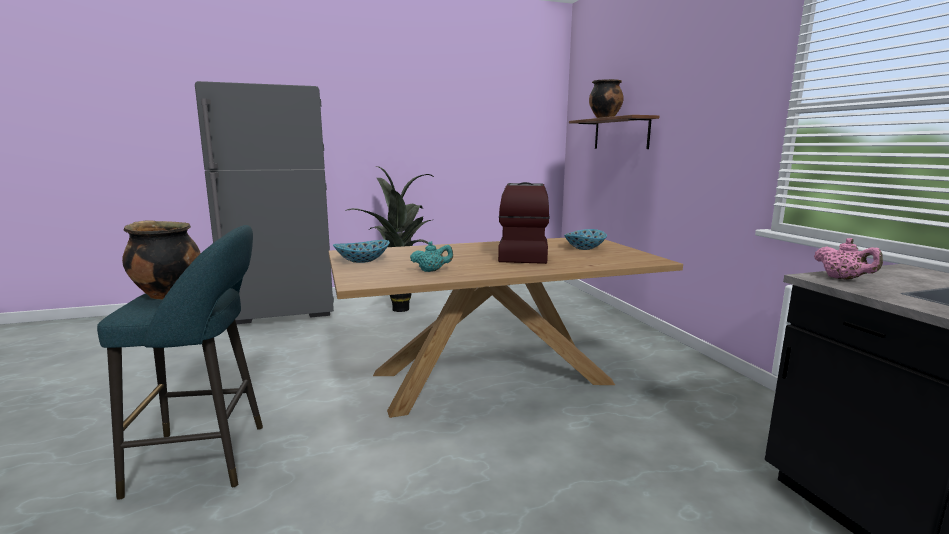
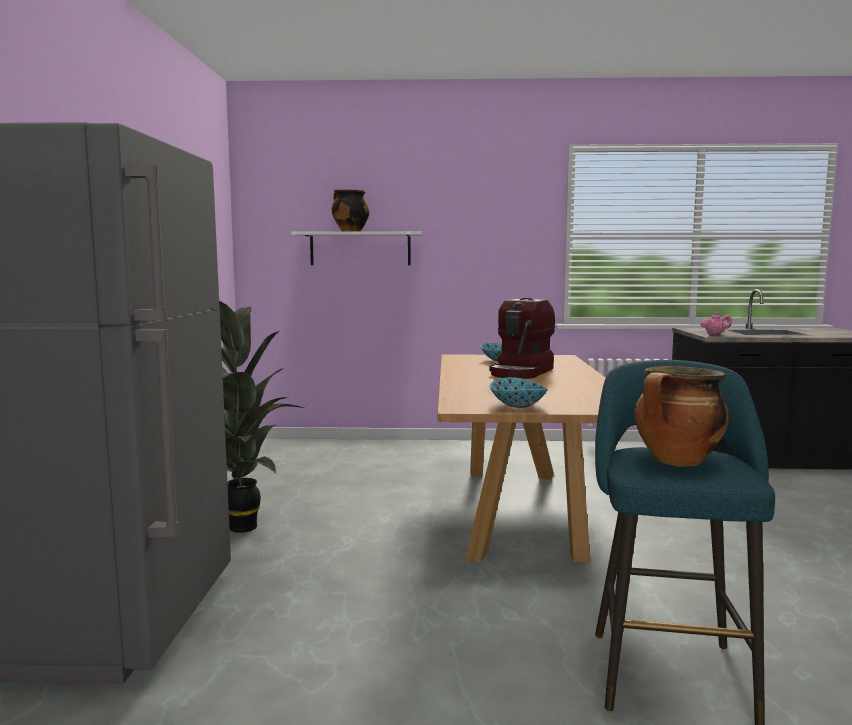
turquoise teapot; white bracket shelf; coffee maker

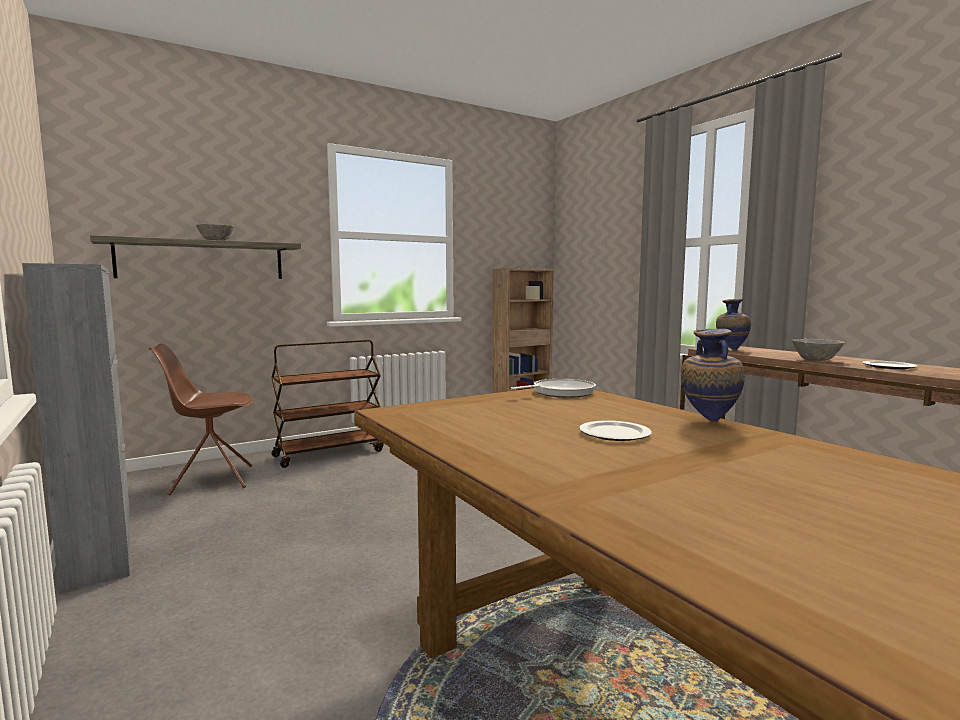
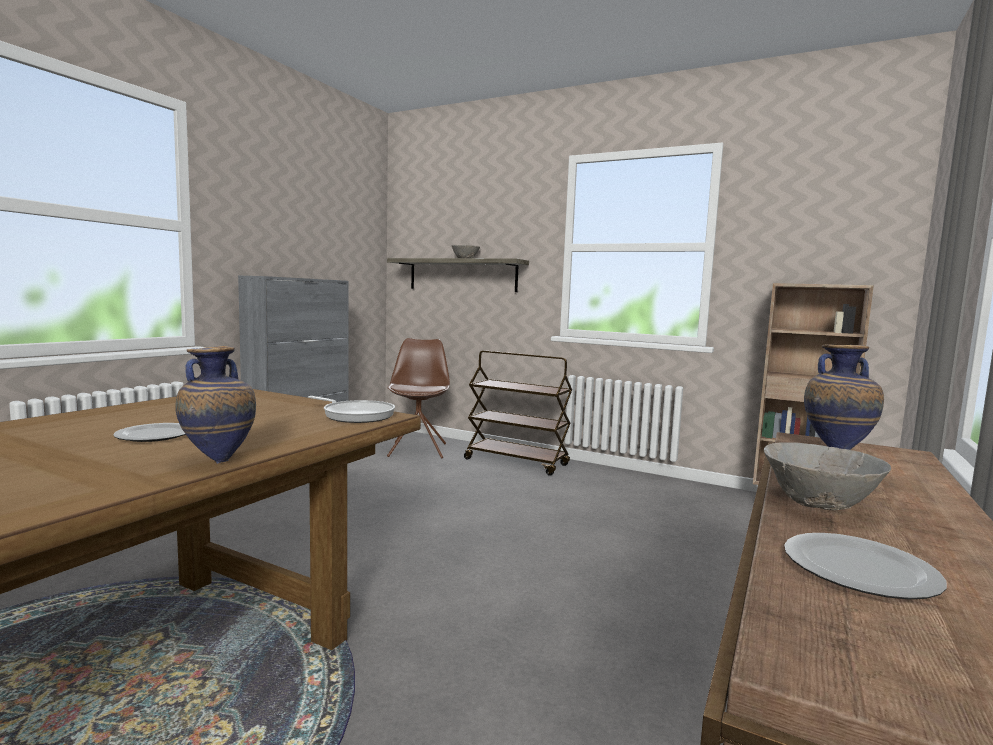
brown-coloured chair

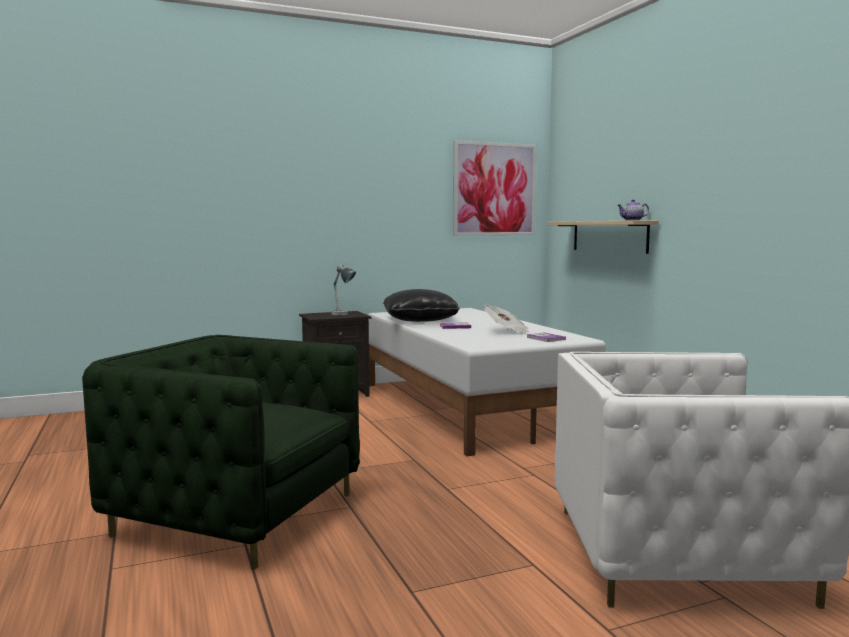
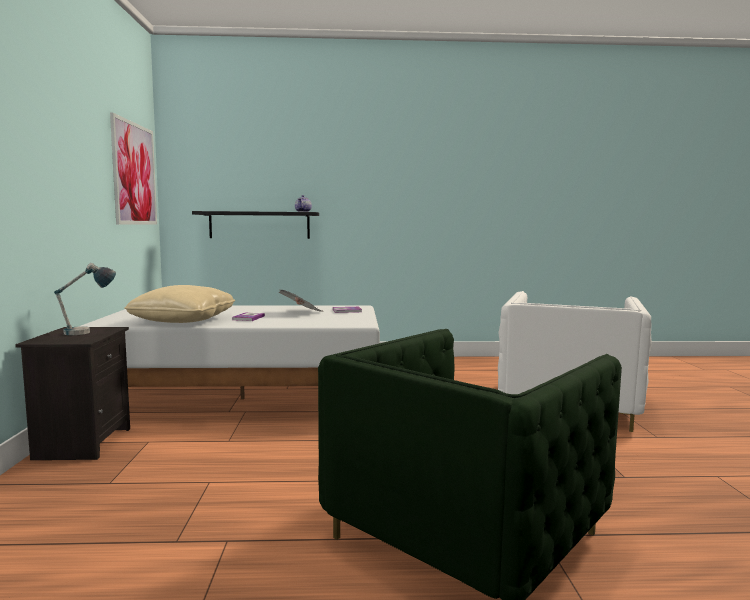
sand-coloured pillow; blackish bracket shelf

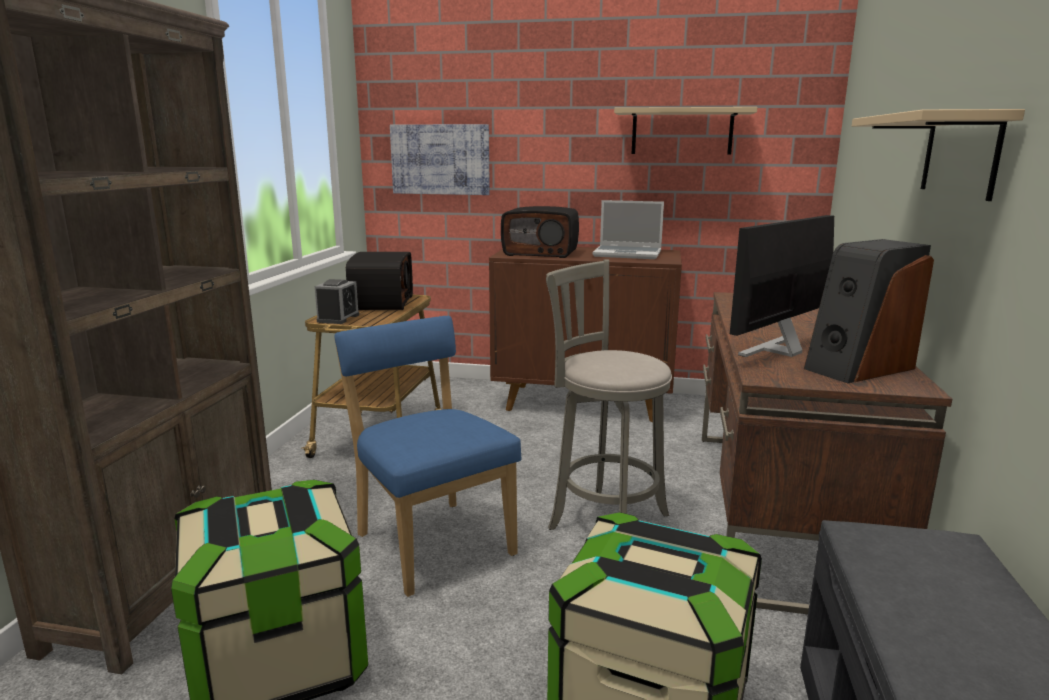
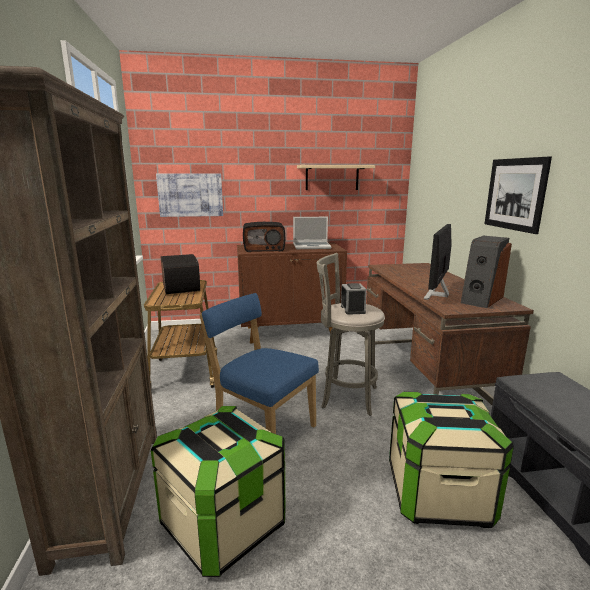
table clock; wall picture (no. 2 from left)

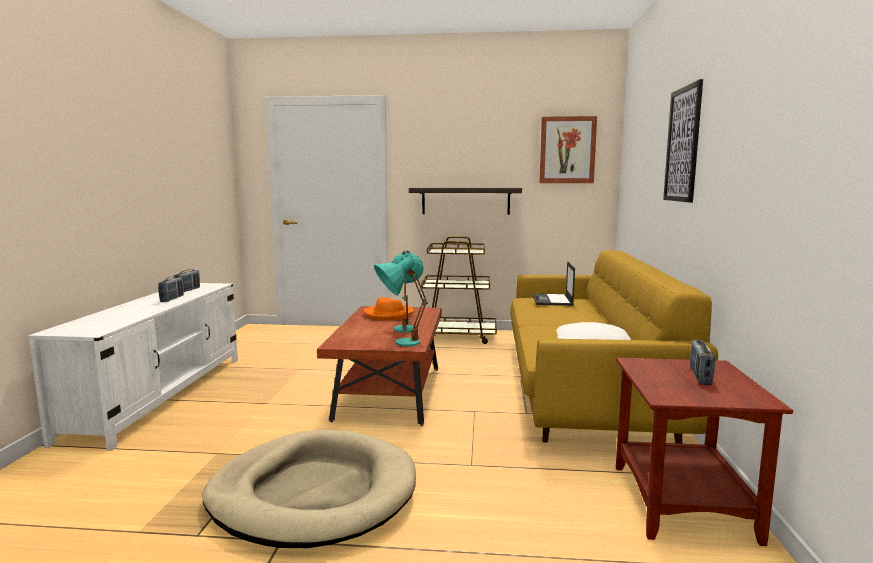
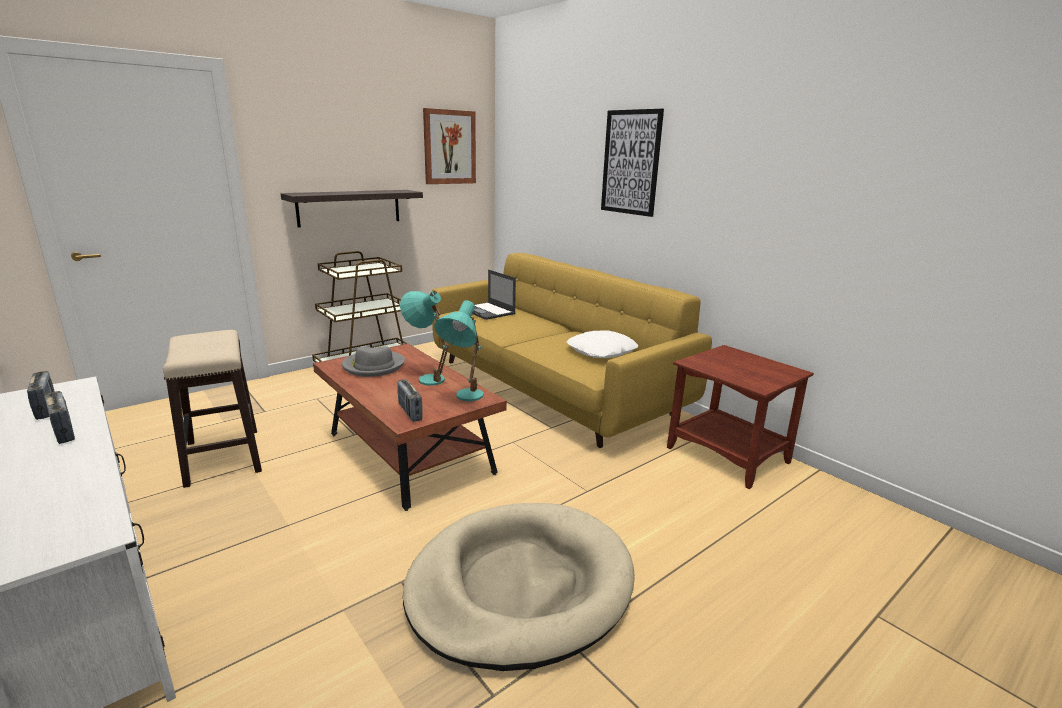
sitting stool; radio set (no. 3 from left); grey hat

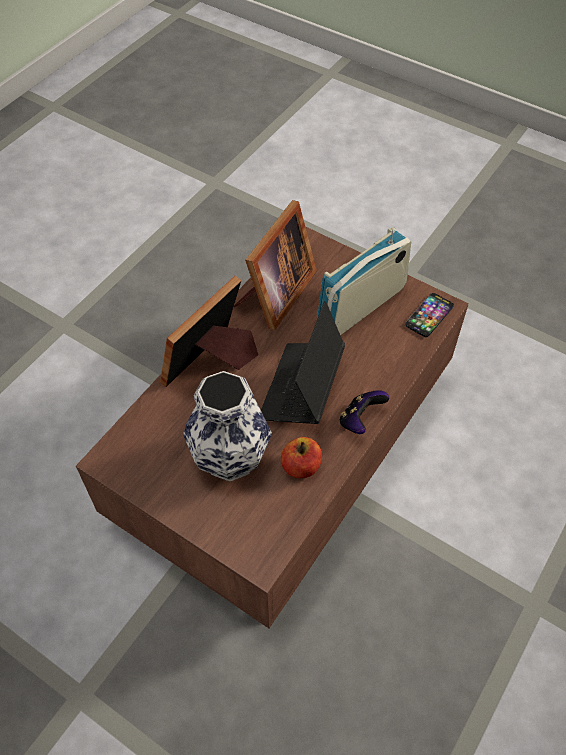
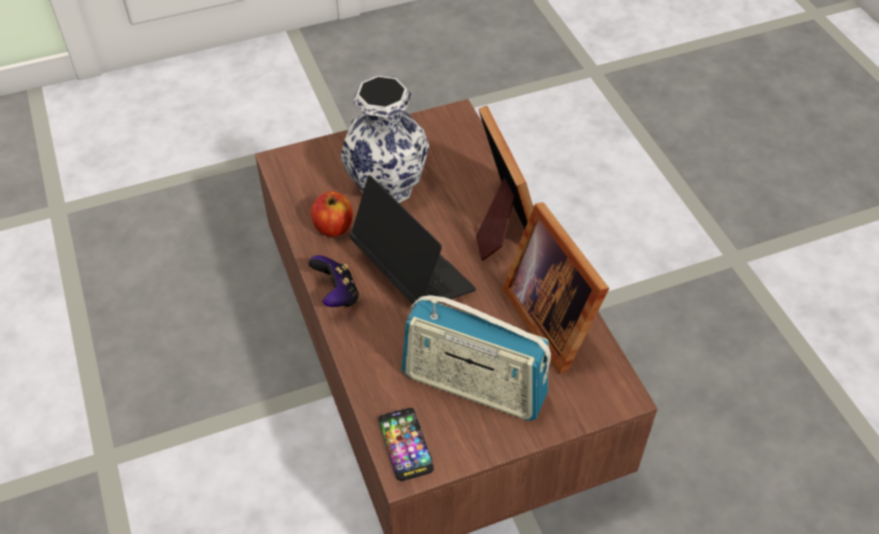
radio set

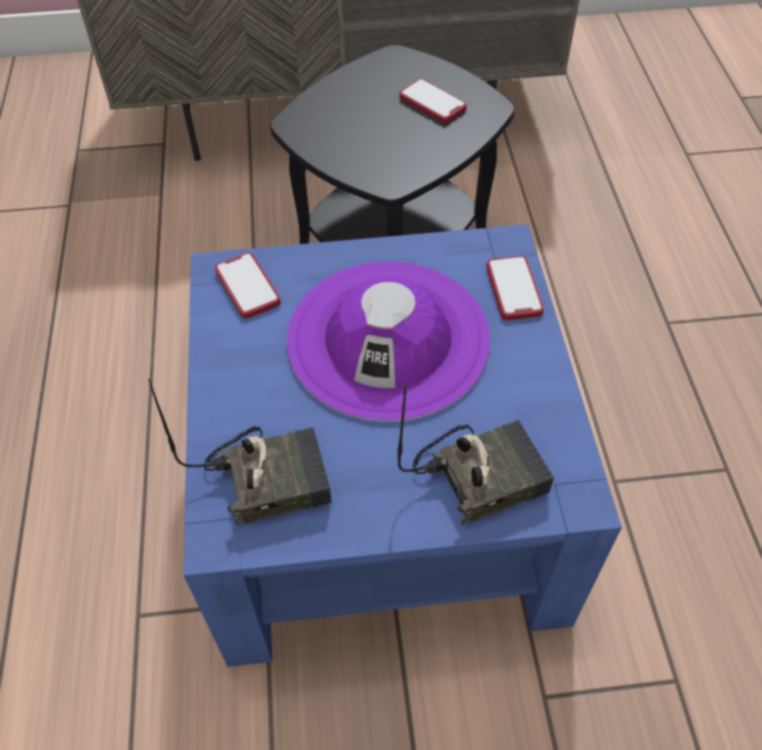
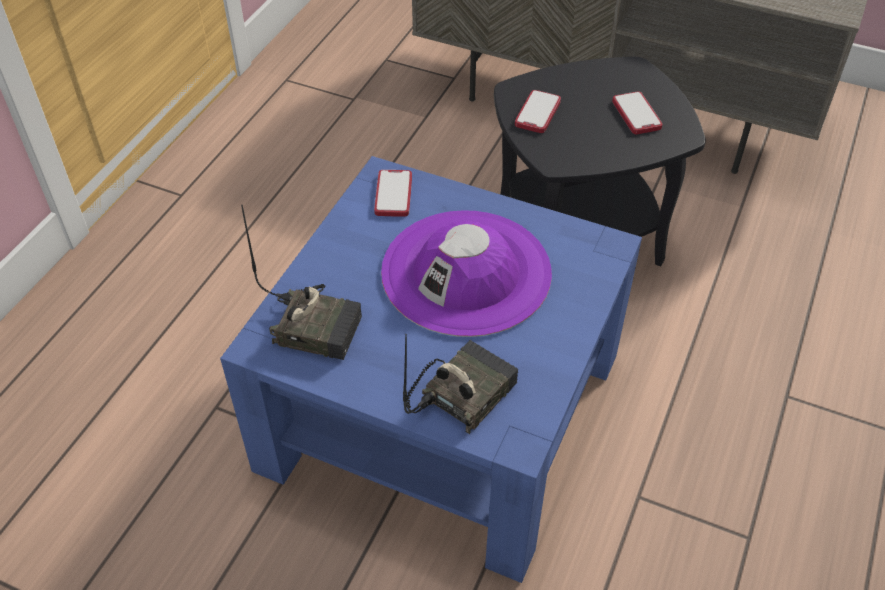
telephone (no. 2 from left); radio set (no. 2 from left)

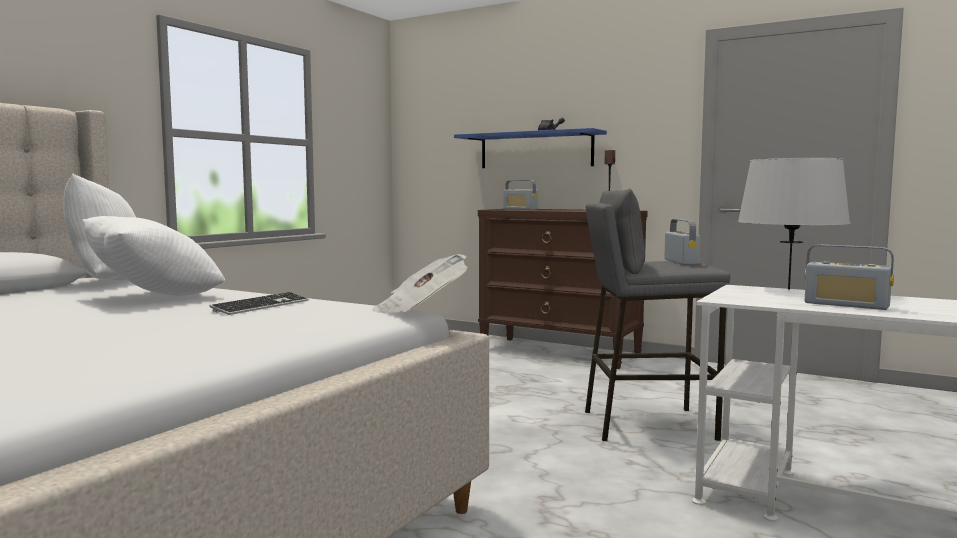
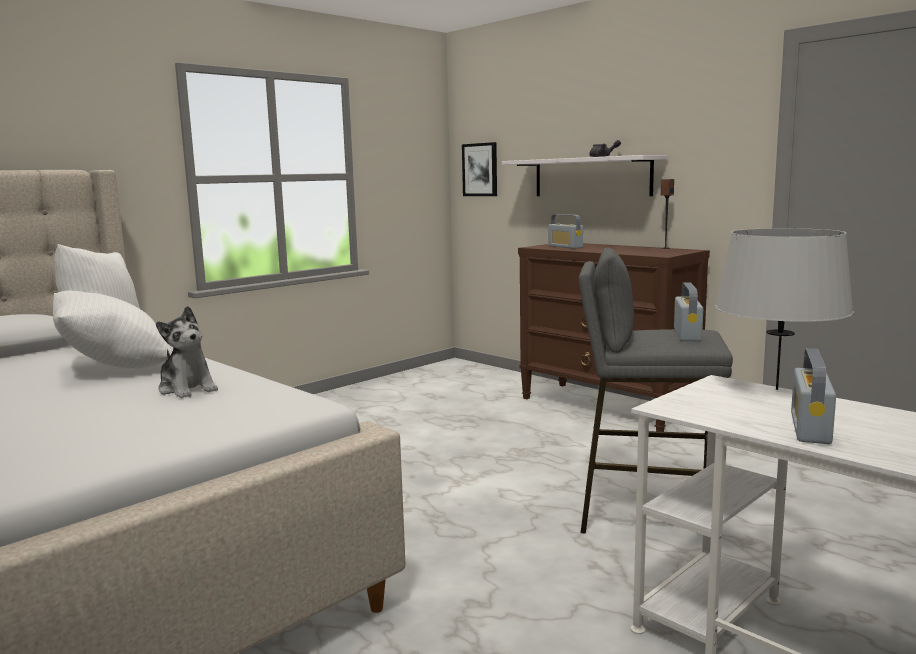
newspaper; wall picture; soft toy; white bracket shelf; radio set (no. 3 from left)

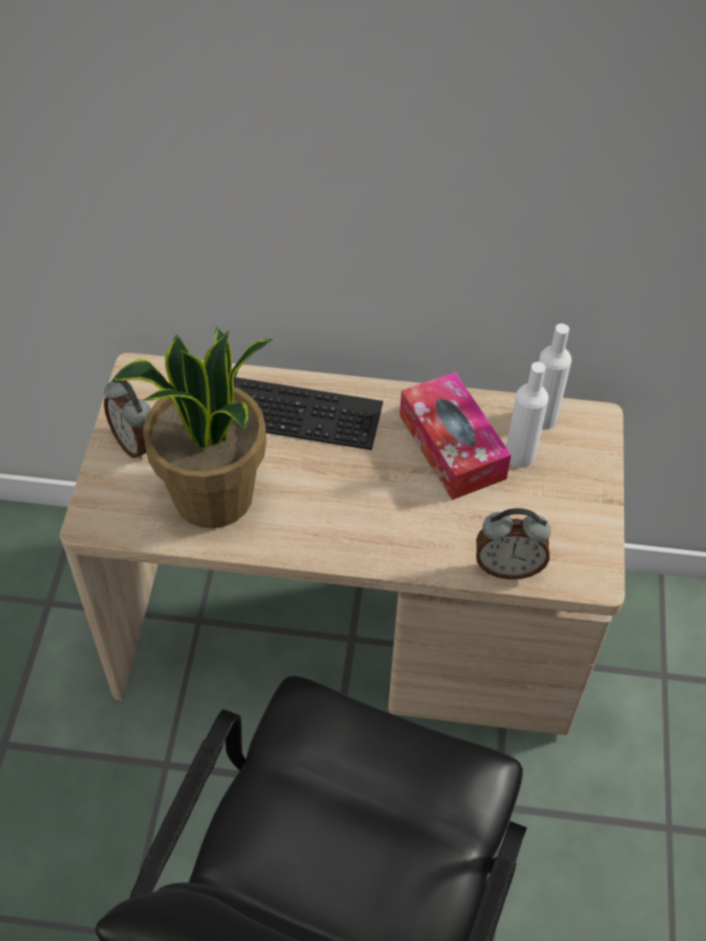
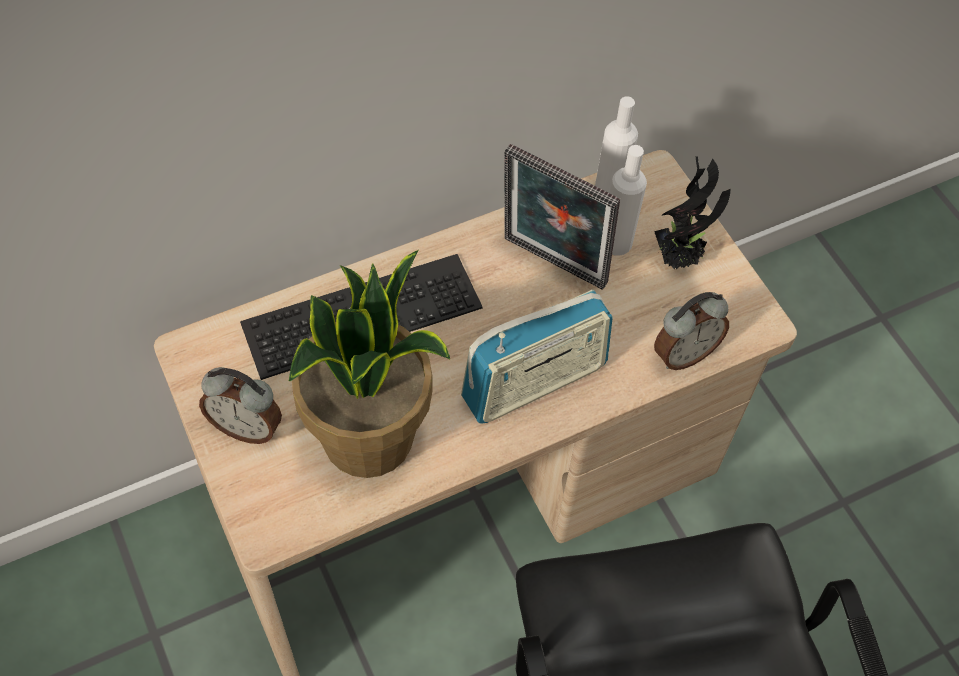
radio set; plant in a pot (no. 2 from left); photo frame

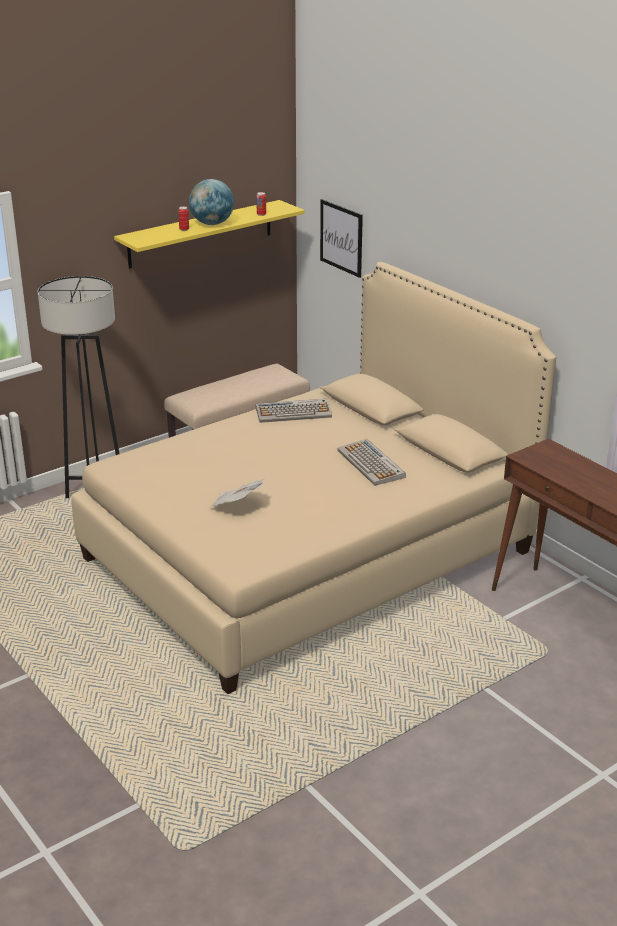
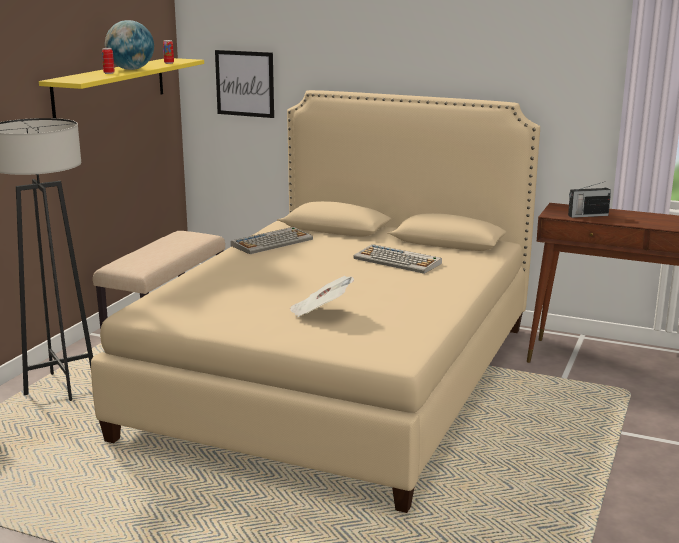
radio set

